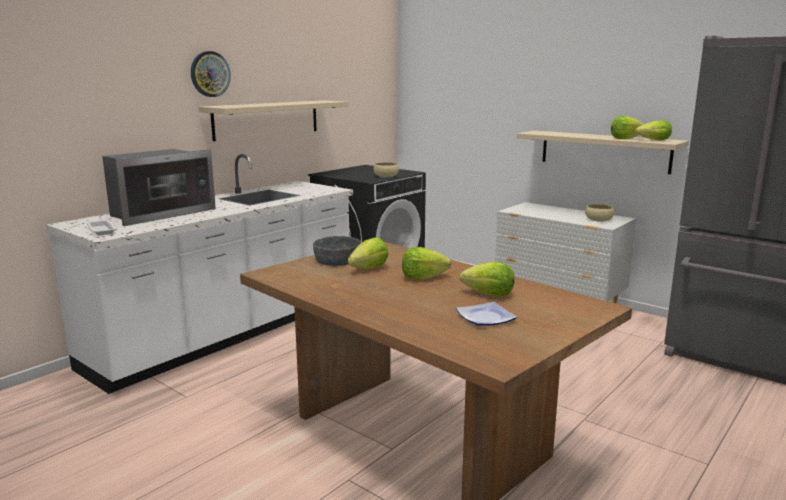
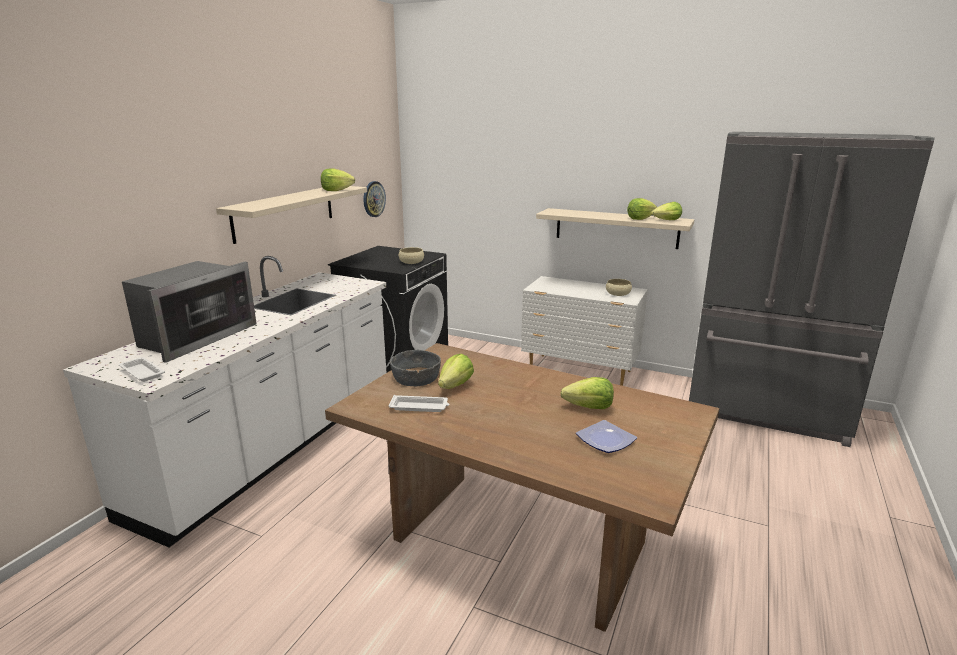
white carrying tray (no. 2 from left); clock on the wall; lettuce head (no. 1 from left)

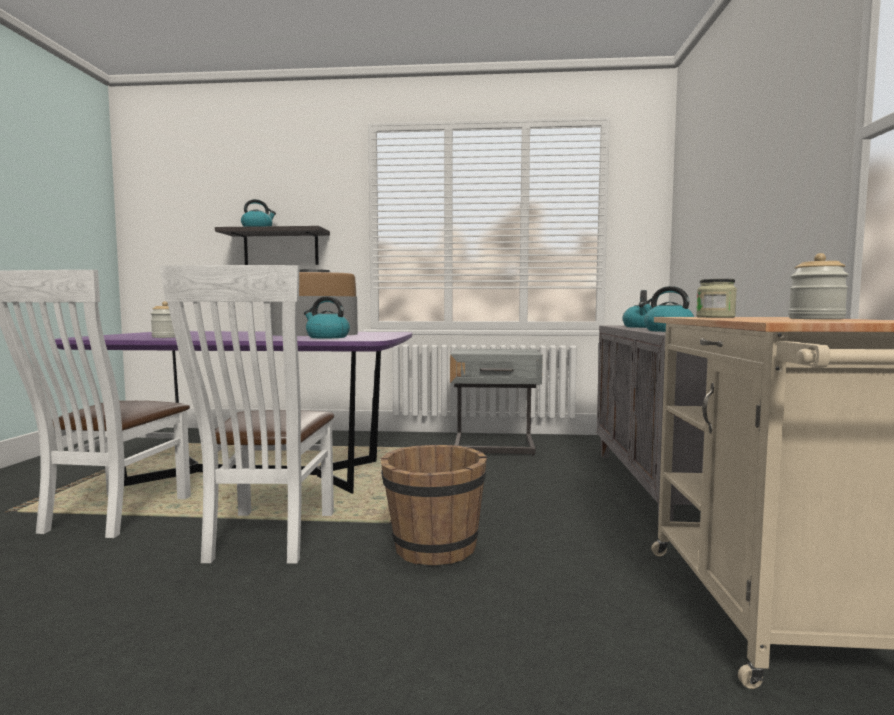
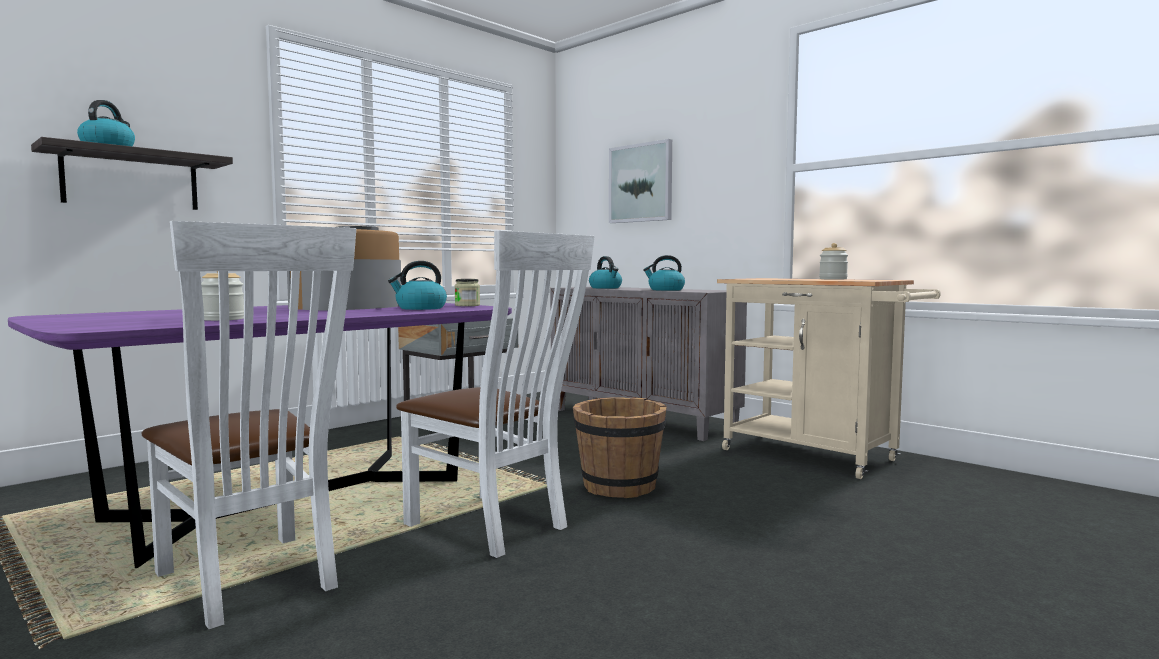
wall picture; storage jar (no. 2 from left)

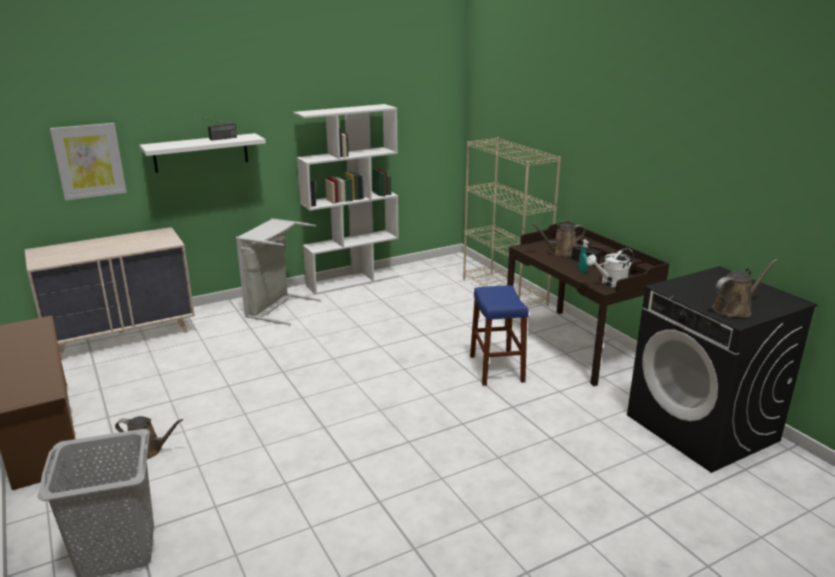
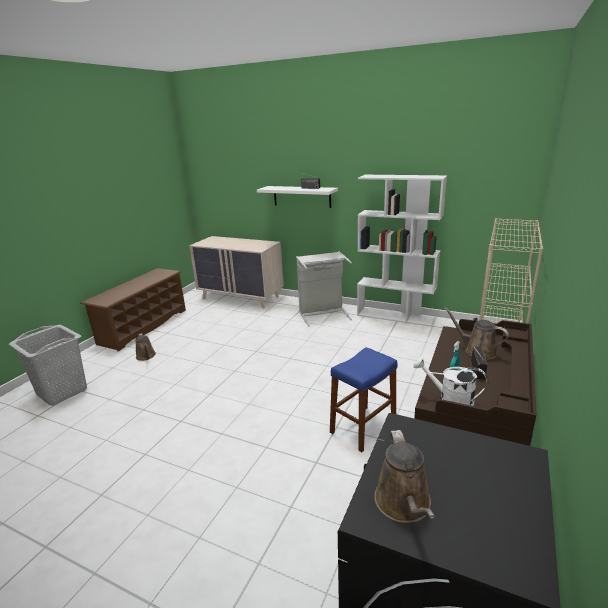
wall picture; brown-coloured watering can (no. 2 from left)

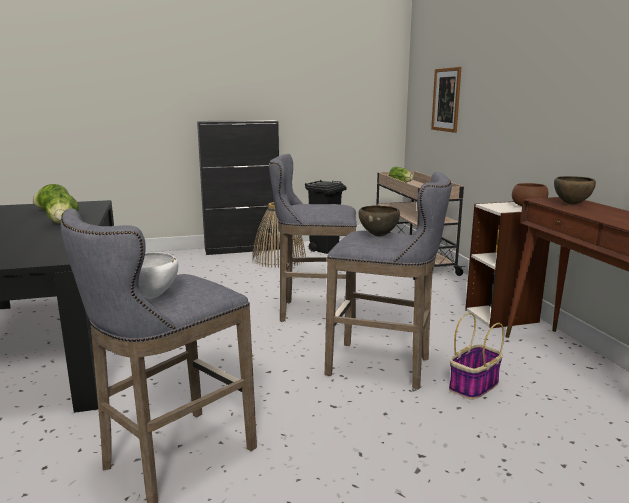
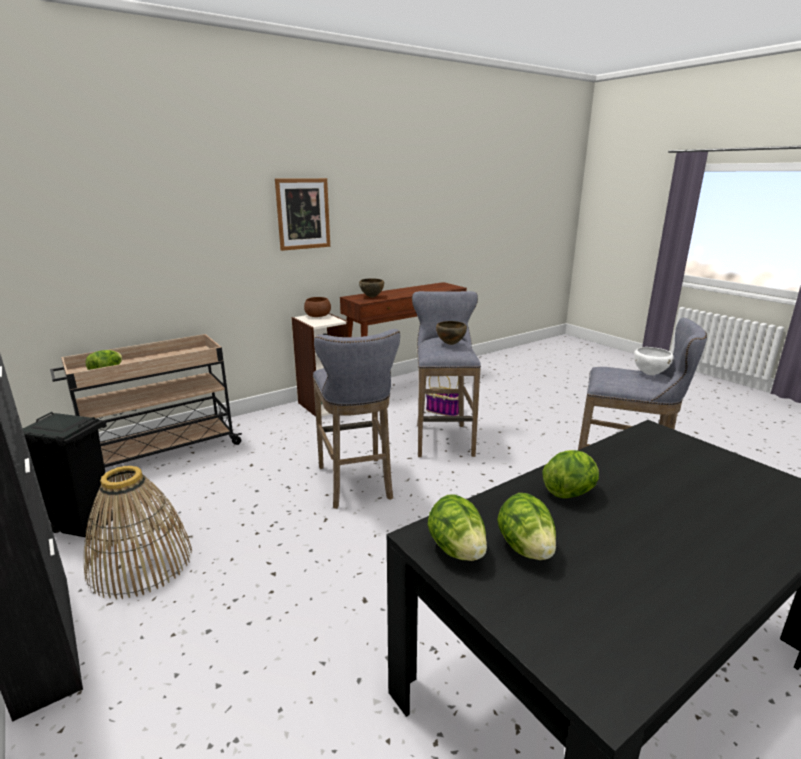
lettuce head (no. 2 from left); wall picture

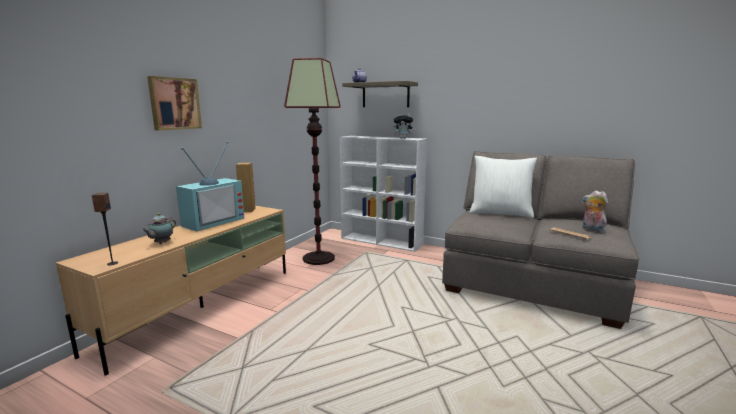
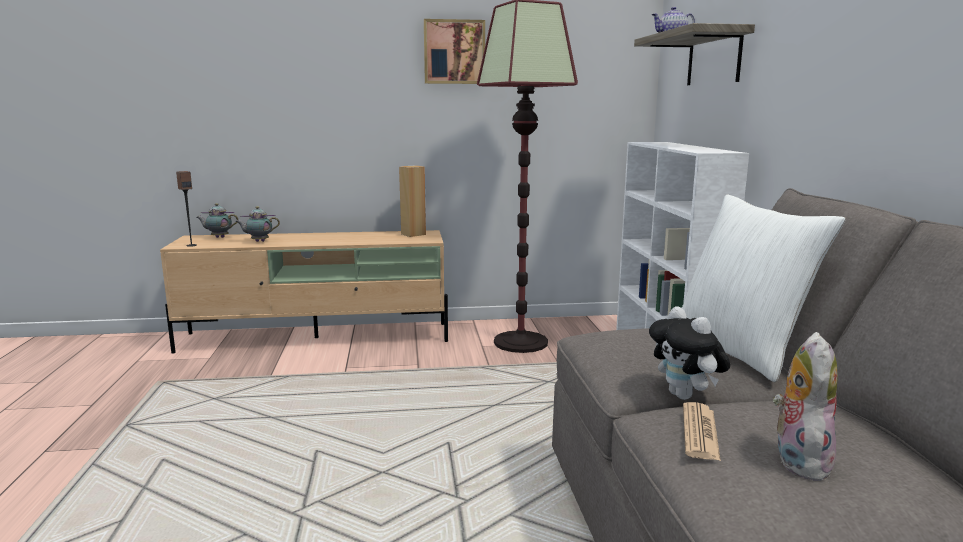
TV set; teapot (no. 1 from left); wall picture; soft toy (no. 1 from left)

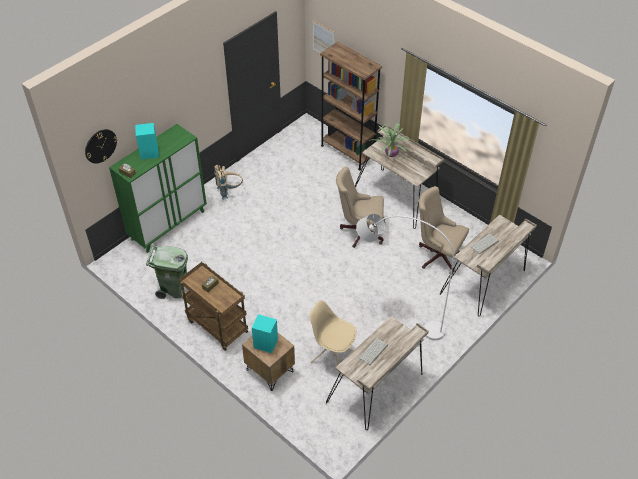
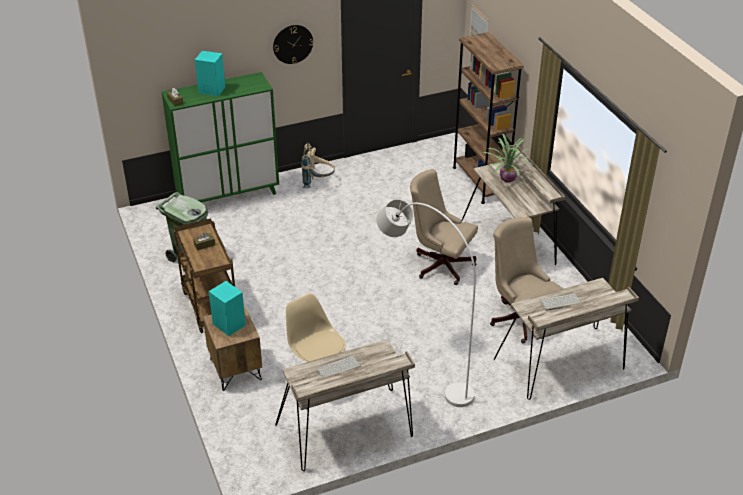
clock on the wall

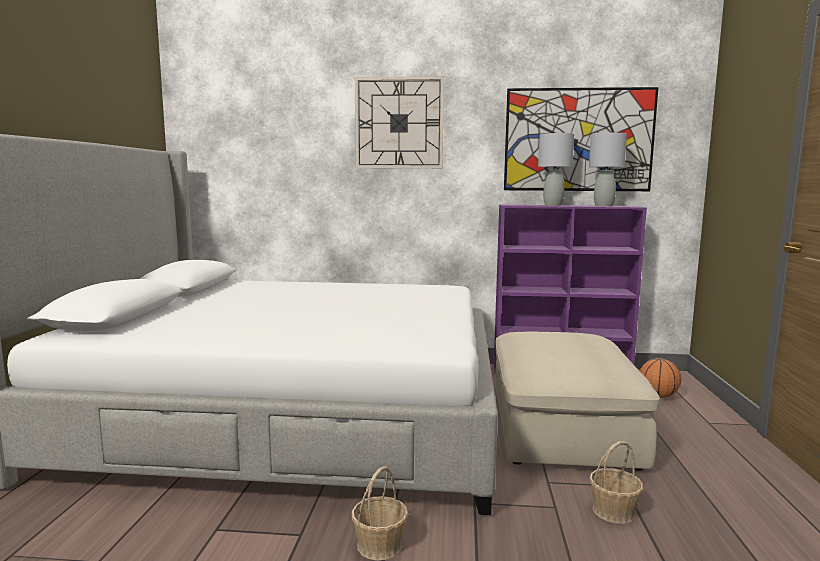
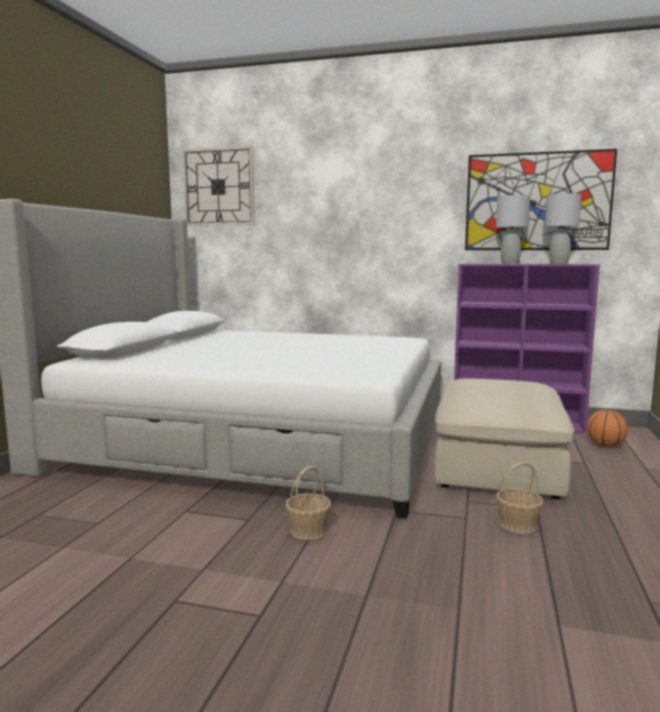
clock on the wall

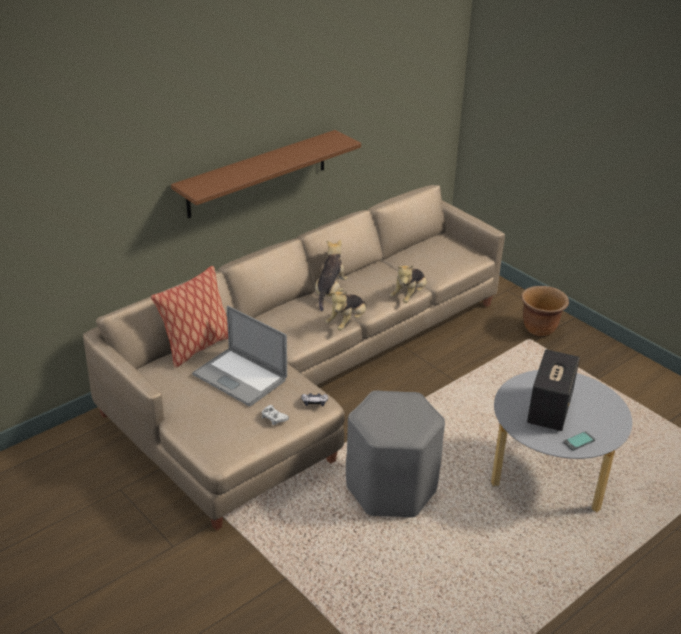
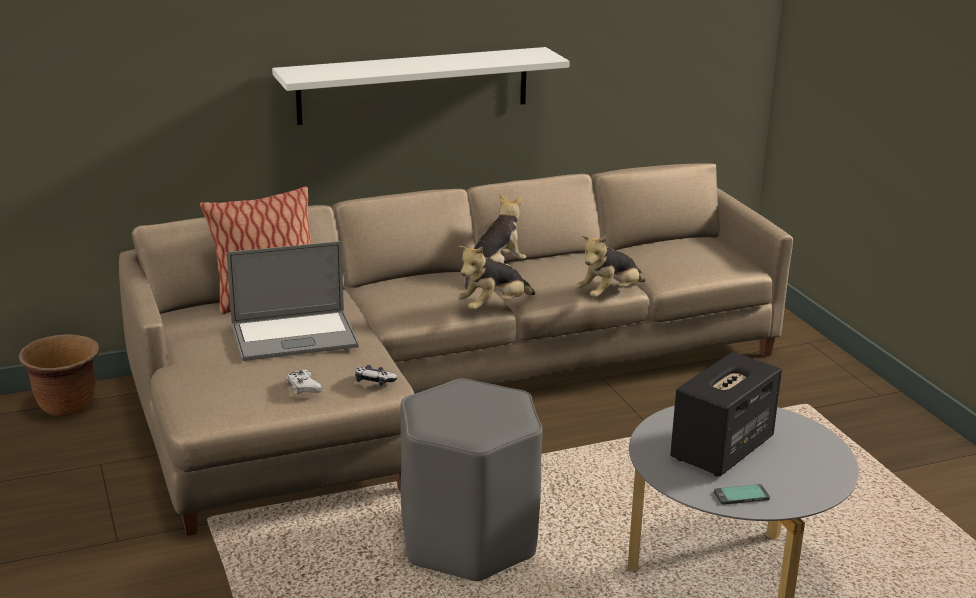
brown-coloured flower pot; white bracket shelf; portable computer

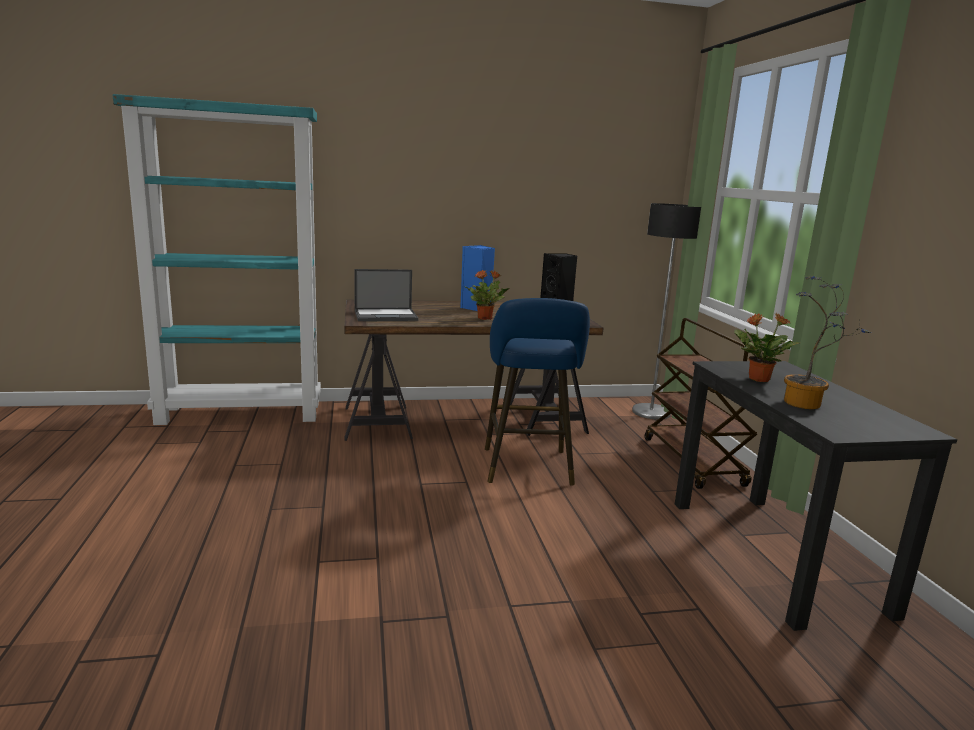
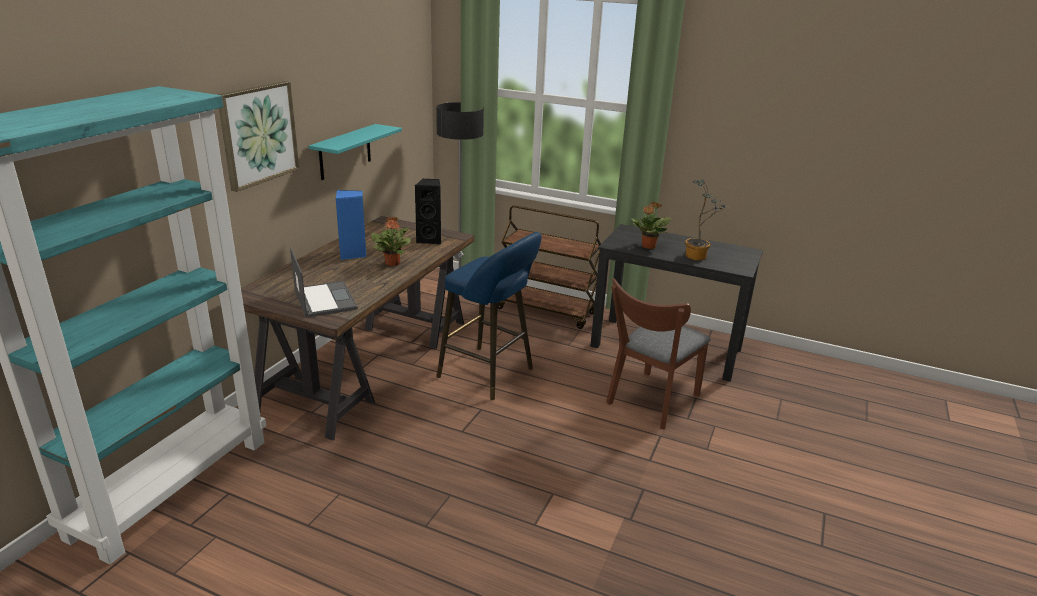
wall picture; turquoise bracket shelf; brown-coloured chair; portable computer

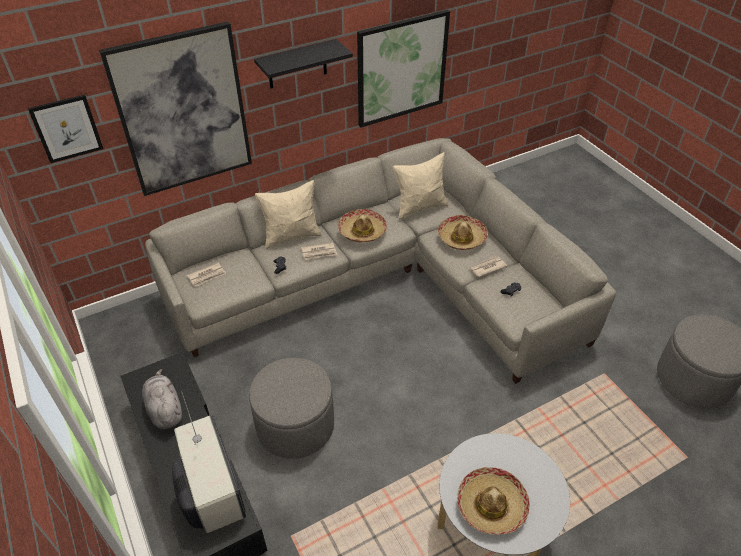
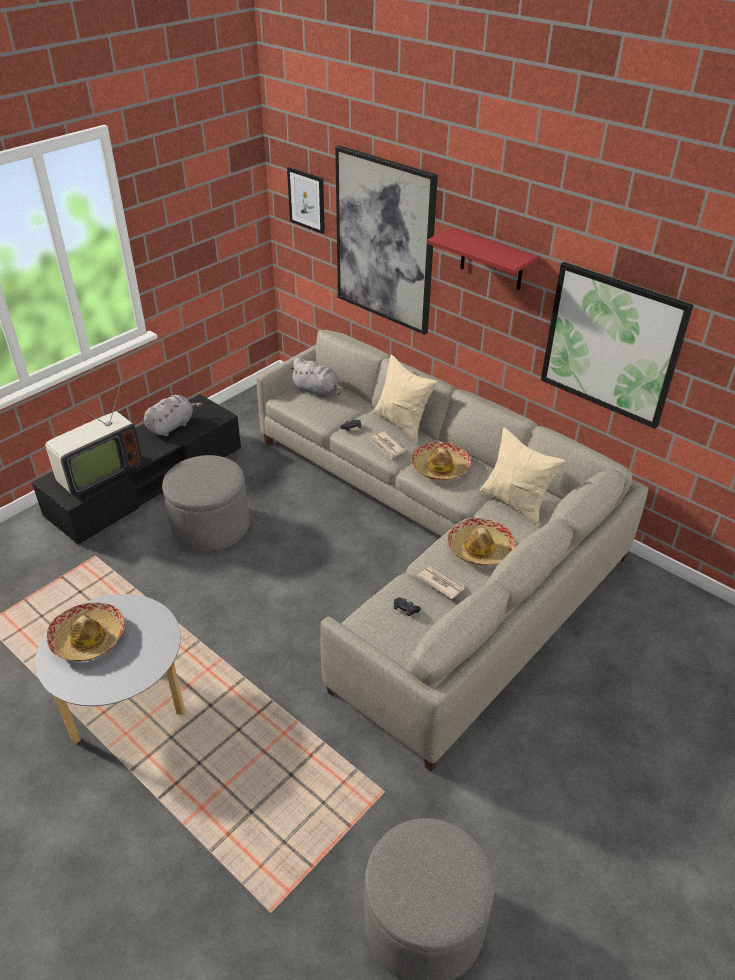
grey soft toy (no. 2 from left); red bracket shelf

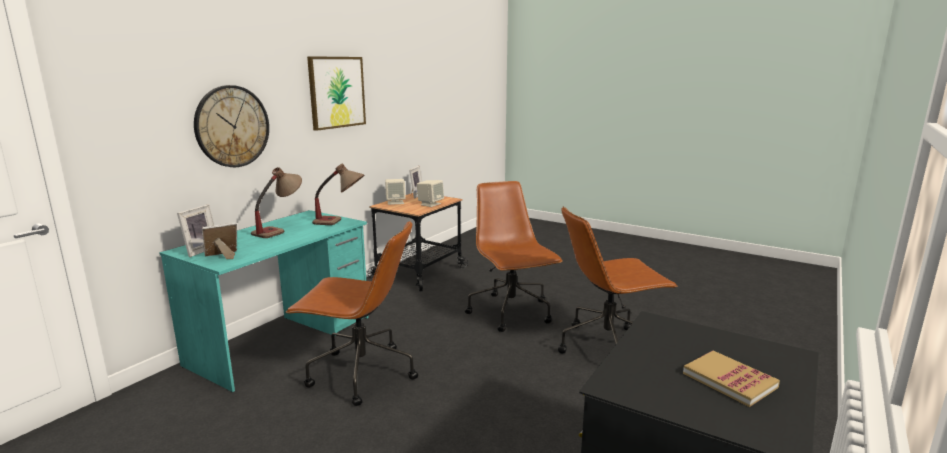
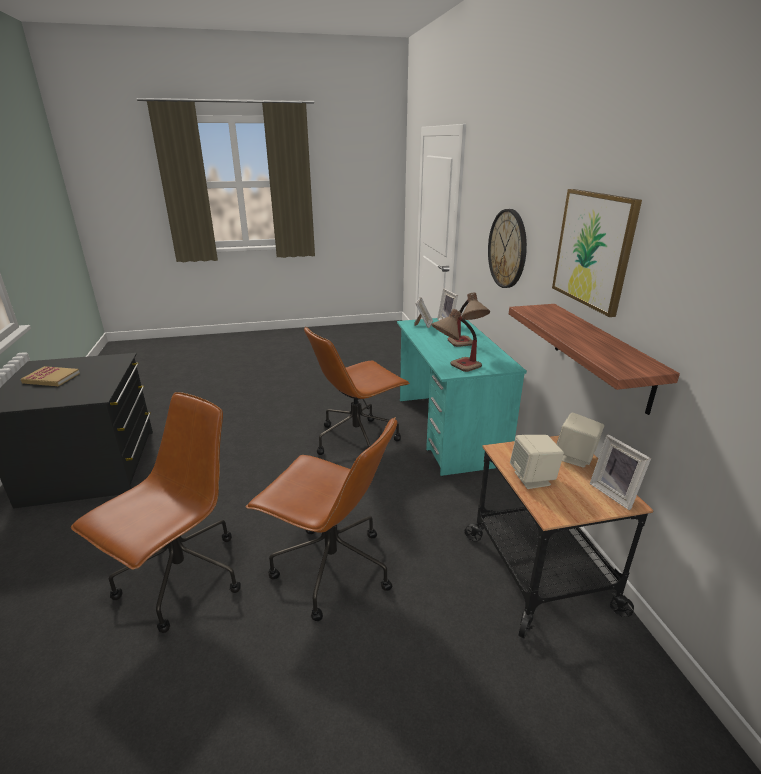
bracket shelf

